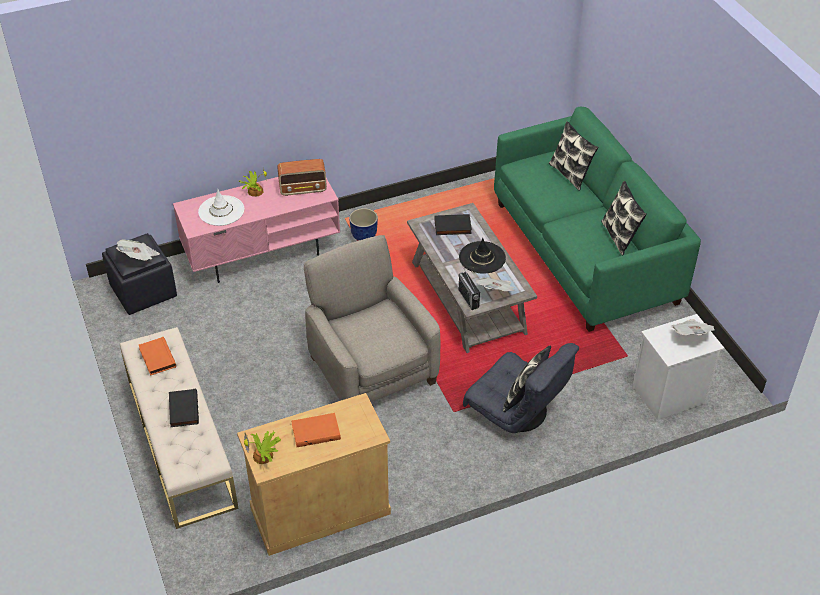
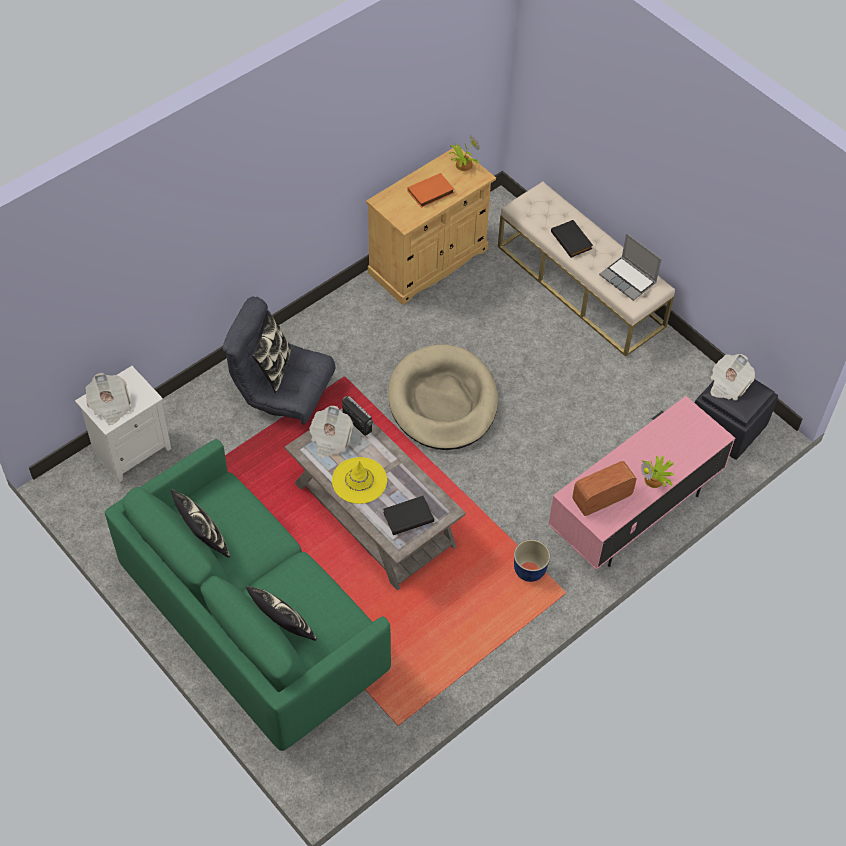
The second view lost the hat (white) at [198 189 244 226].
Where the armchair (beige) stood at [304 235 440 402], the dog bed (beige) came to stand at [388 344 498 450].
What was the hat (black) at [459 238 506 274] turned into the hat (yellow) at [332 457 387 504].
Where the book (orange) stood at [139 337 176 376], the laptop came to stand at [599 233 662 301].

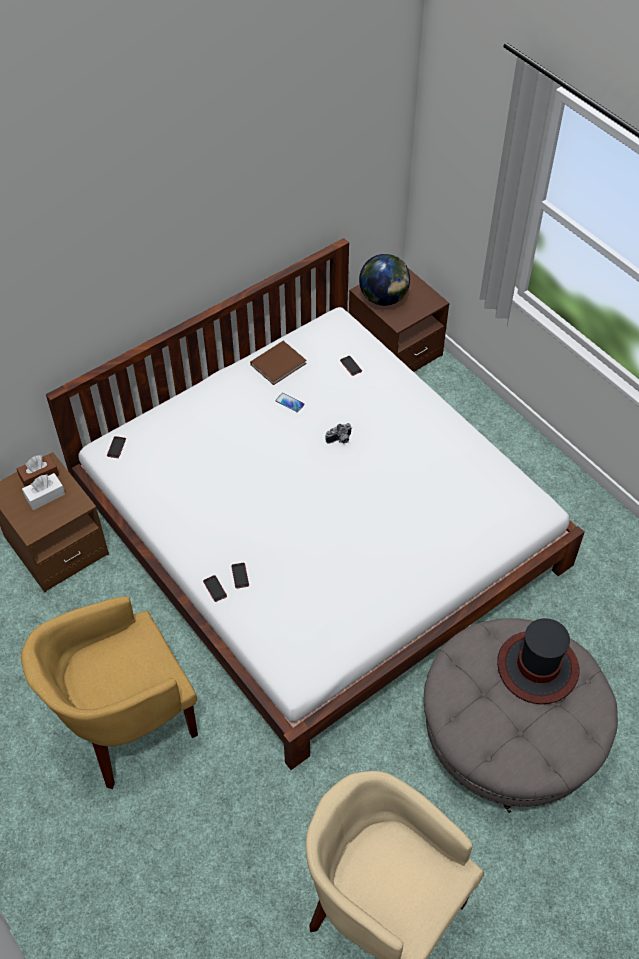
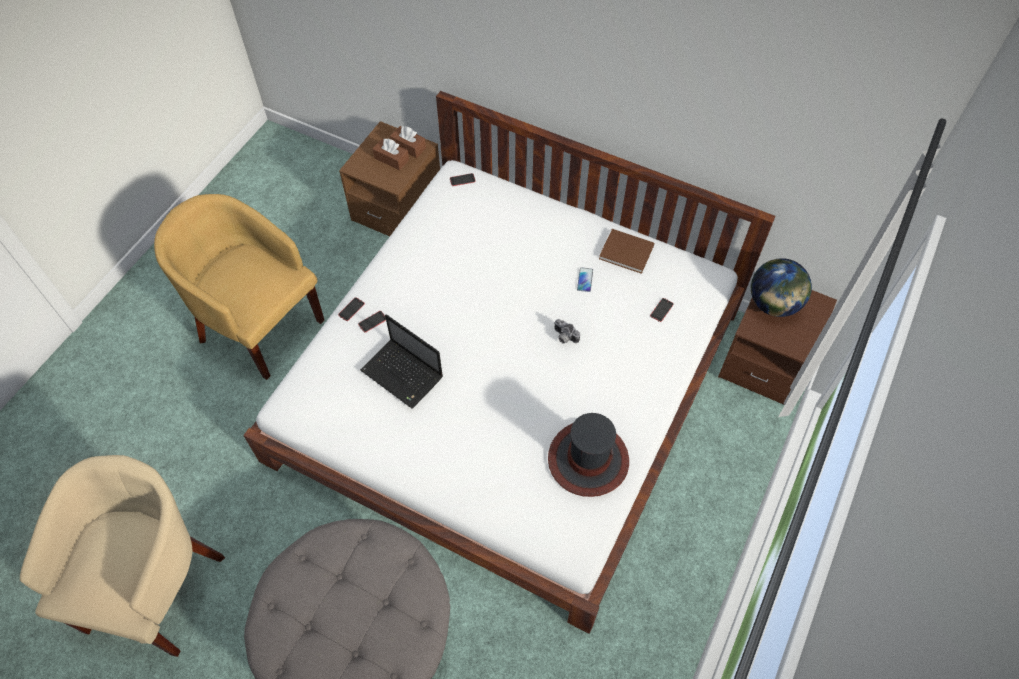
What was the tissue box (white) at [22 473 65 510] turned into the tissue box (brown) at [373 138 409 170].
The hat ended up elsewhere, having gone from [497 618 580 704] to [548 413 629 497].
The second view gained the laptop at [360 314 443 409].

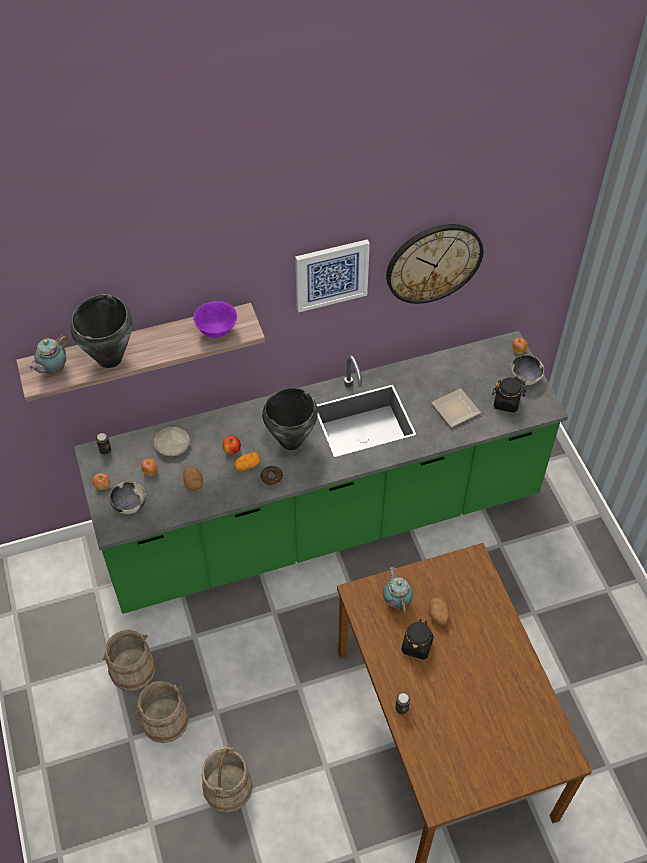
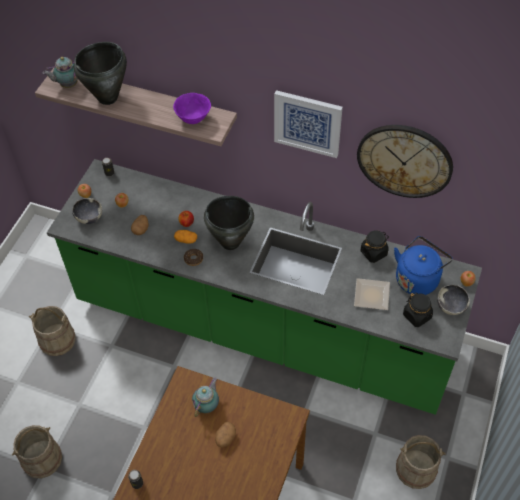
The second view lost the plate (beige) at [154 427 190 456].
The jar (black) ended up elsewhere, having gone from [401 619 434 660] to [360 230 389 263].
The bucket (beige) ended up elsewhere, having gone from [135 681 189 743] to [396 435 446 489].
The second view gained the kettle (blue) at [394 236 453 295].

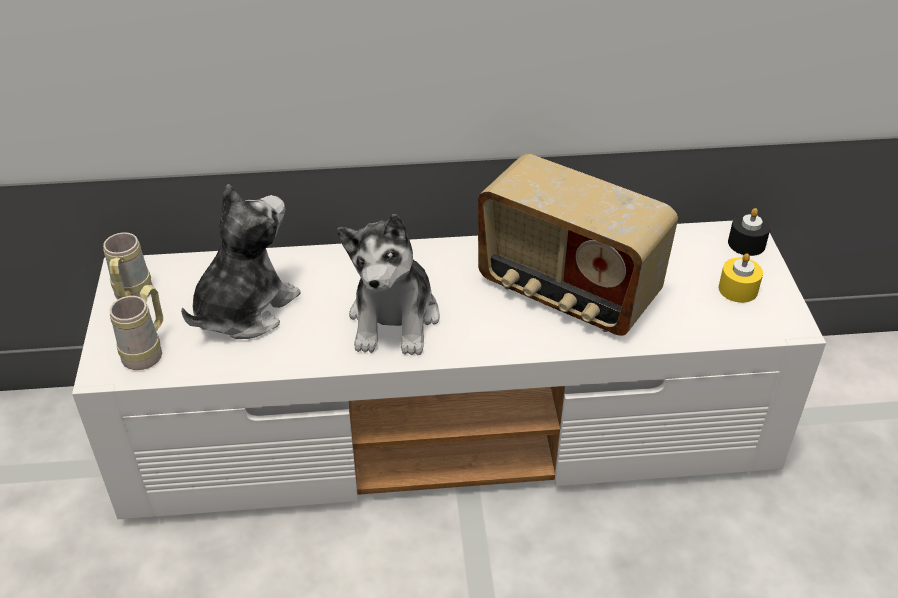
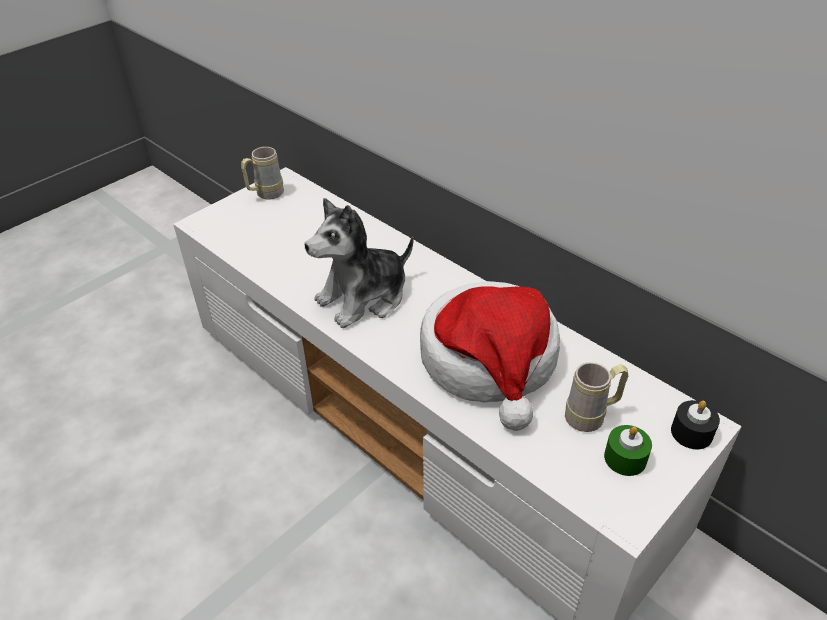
Where the radio stood at [478 154 678 336], the hat came to stand at [420 281 560 431].
The second view lost the plush toy at [181 184 301 339].
What was the candle (yellow) at [719 253 763 303] turned into the candle (green) at [604 425 652 476].
The mug (beige) ended up elsewhere, having gone from [110 285 163 370] to [565 362 628 432].

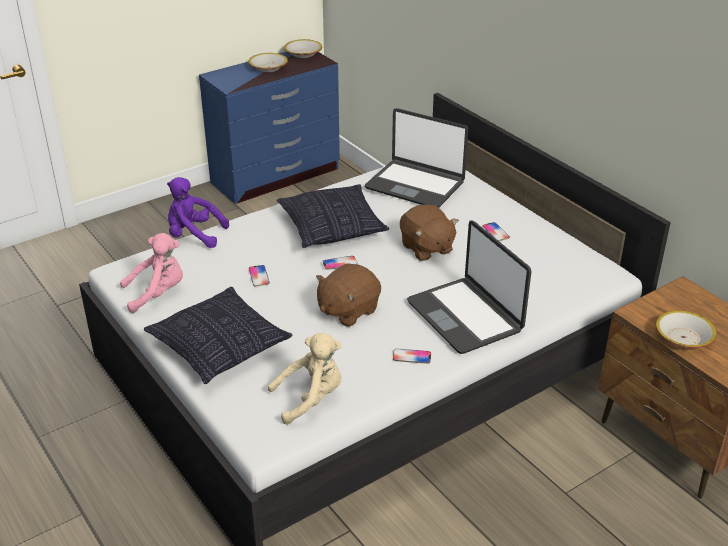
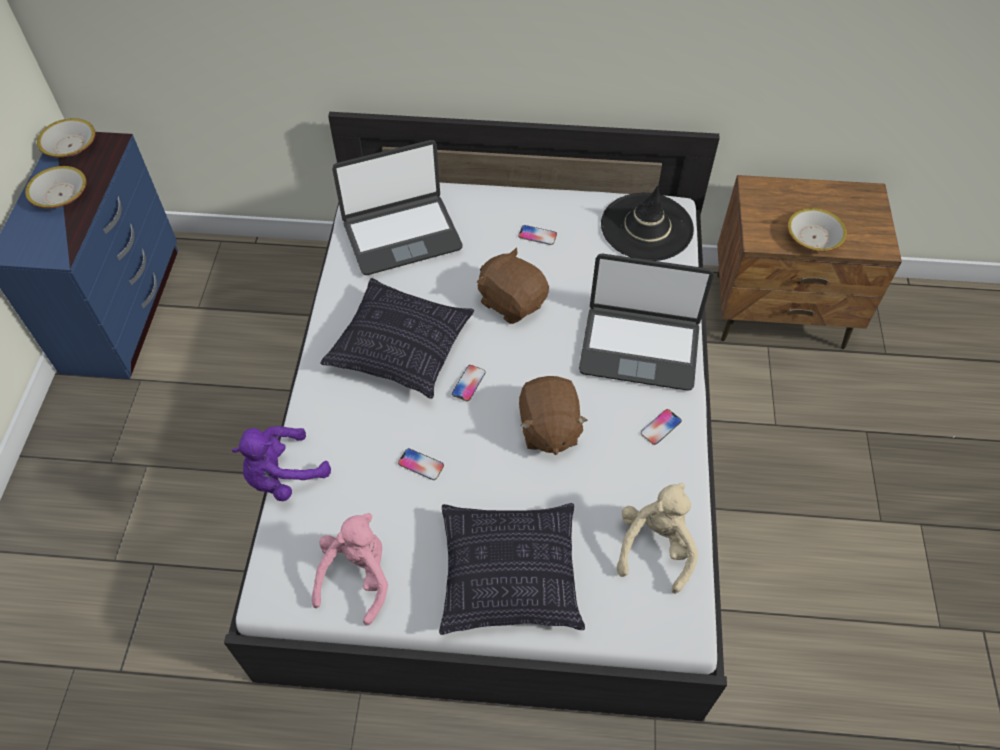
The plush toy (brown) at [400 205 459 261] ended up facing another way, 150 degrees counterclockwise from before.
The second view gained the hat (black) at [601 185 694 261].

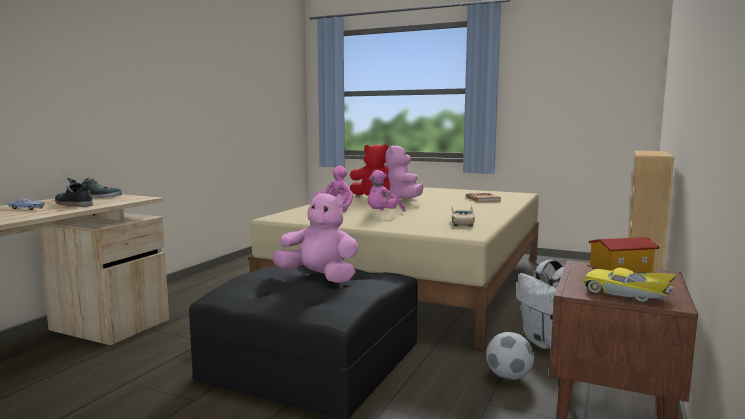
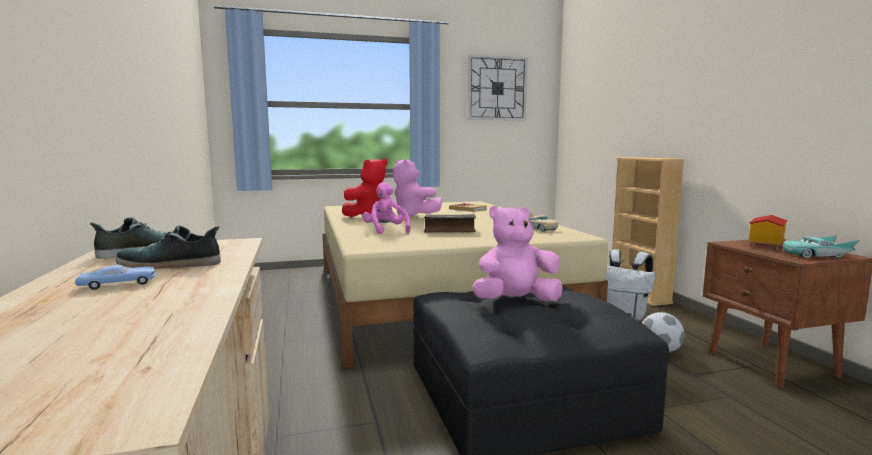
Where the plush toy (pink) stood at [368 170 406 212], the book came to stand at [424 214 476 232].
What was the toy car (yellow) at [584 268 677 302] turned into the toy car (turquoise) at [783 235 860 258].
The second view gained the wall clock at [468 55 527 120].

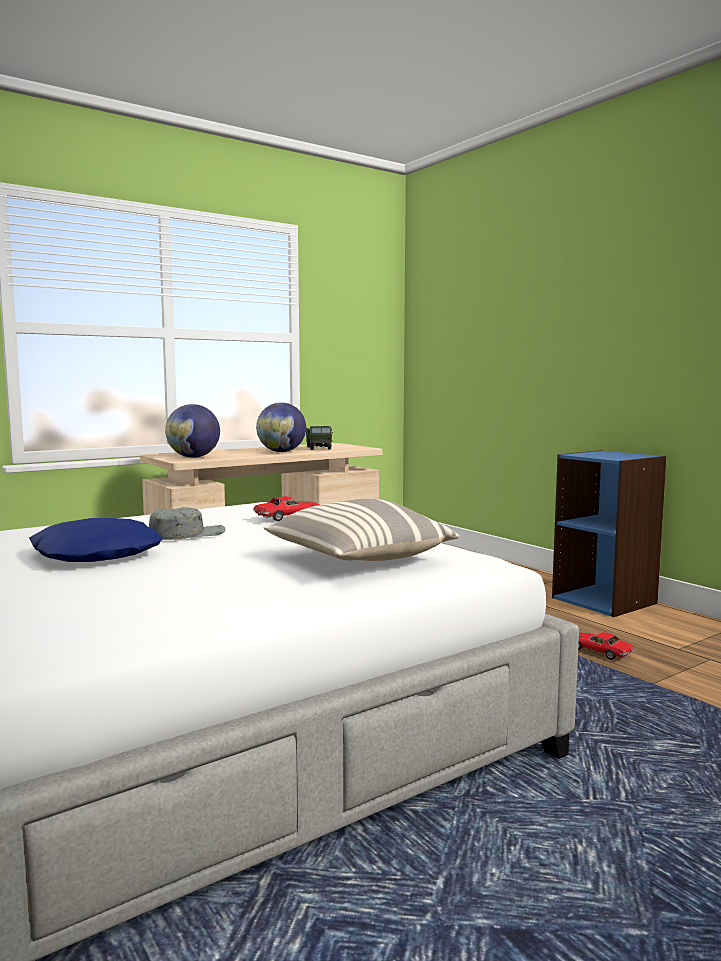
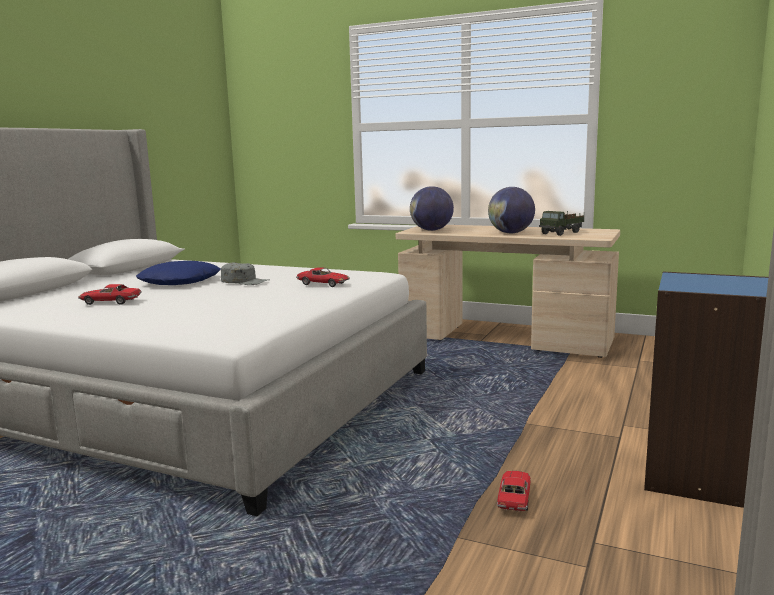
The second view lost the pillow at [264 498 459 561].
The second view gained the toy car at [78 284 142 305].

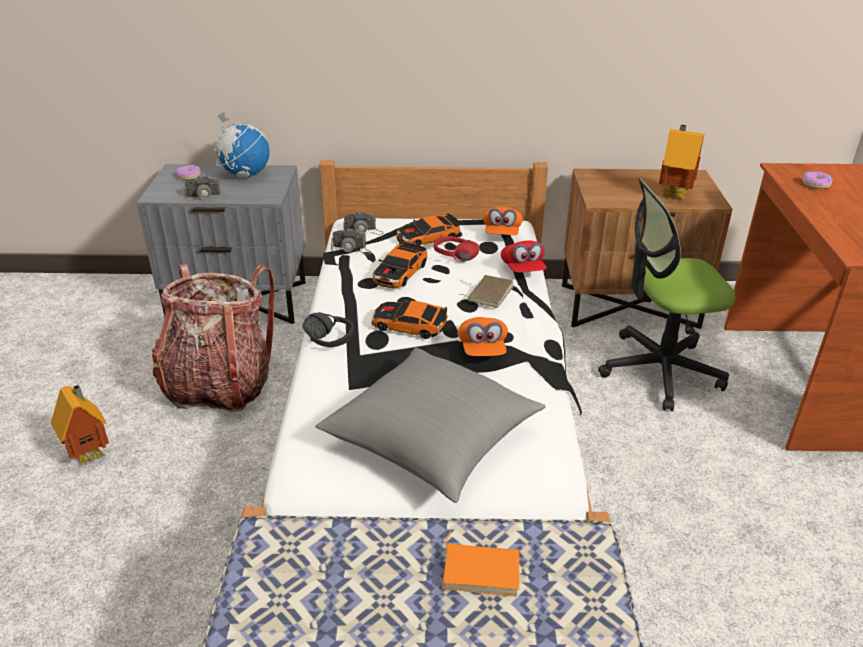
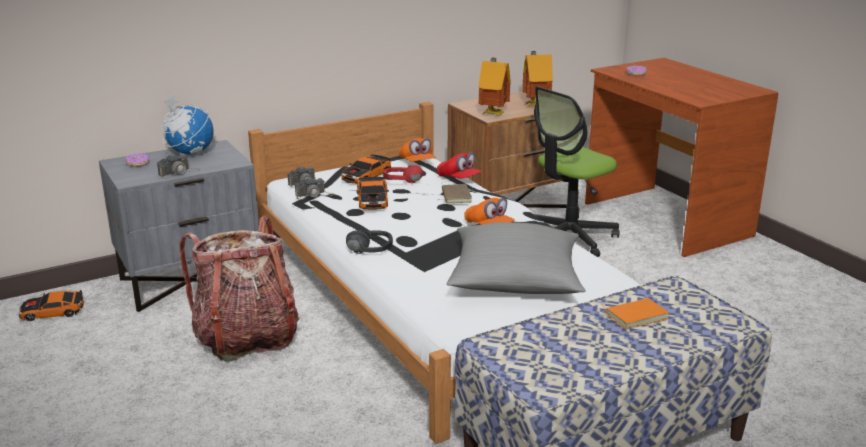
The toy car ended up elsewhere, having gone from [371 299 448 339] to [19 290 84 321].
The toy house ended up elsewhere, having gone from [51 385 109 465] to [478 58 511 116].

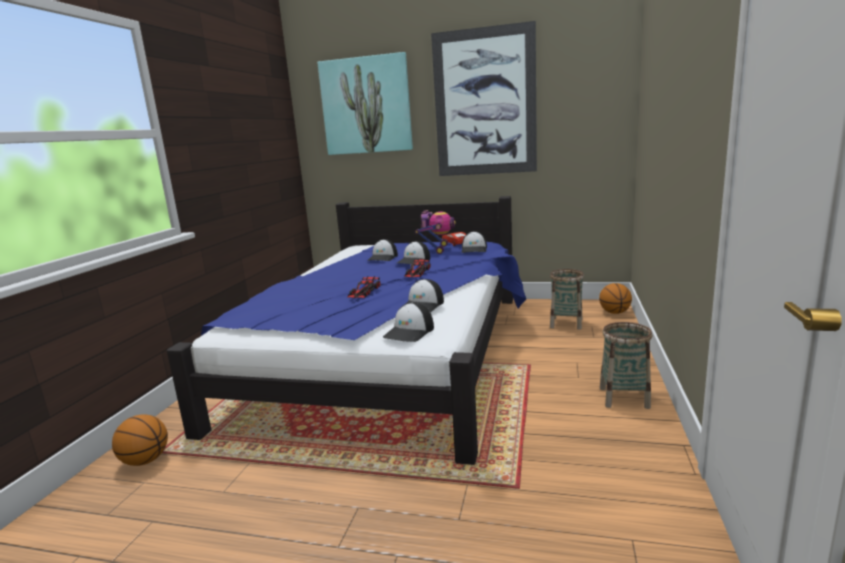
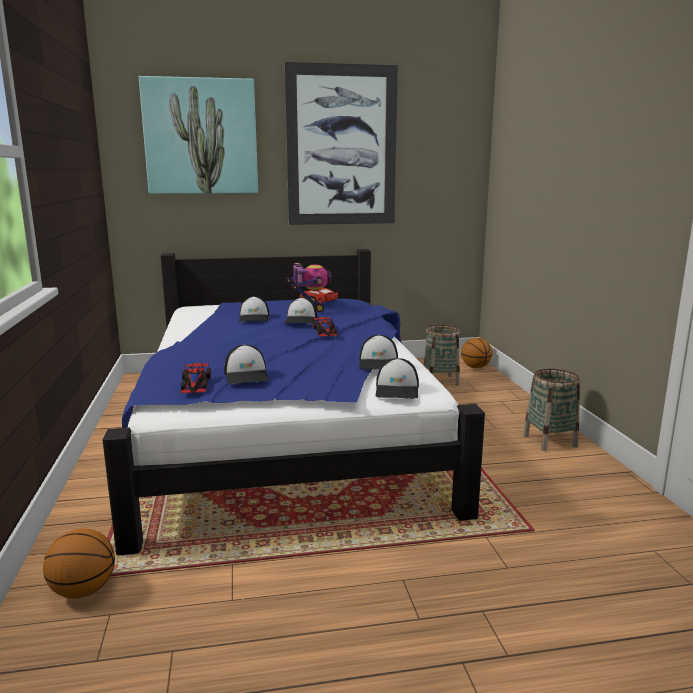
The cap ended up elsewhere, having gone from [461 231 487 253] to [224 345 269 384].
The toy car ended up elsewhere, having gone from [348 276 381 298] to [180 362 211 393].

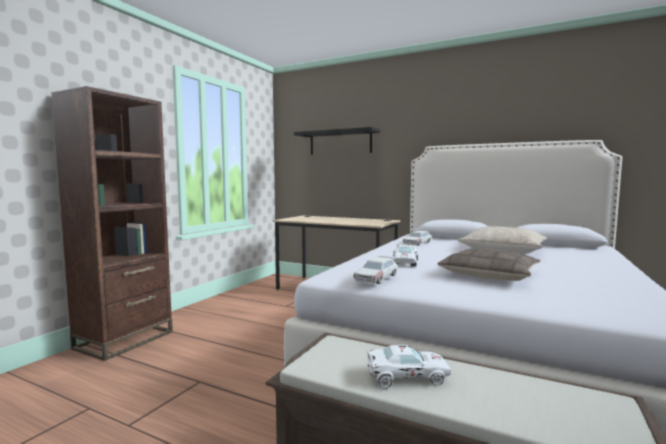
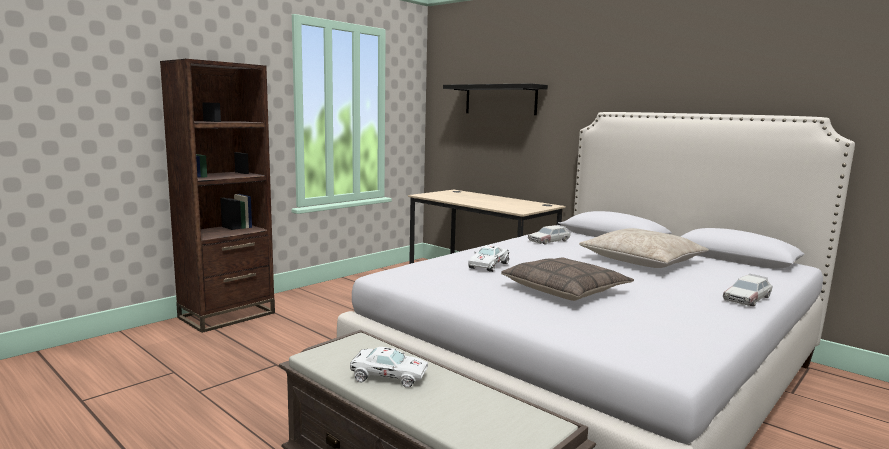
The toy car ended up elsewhere, having gone from [353 256 398 284] to [723 274 772 306].

